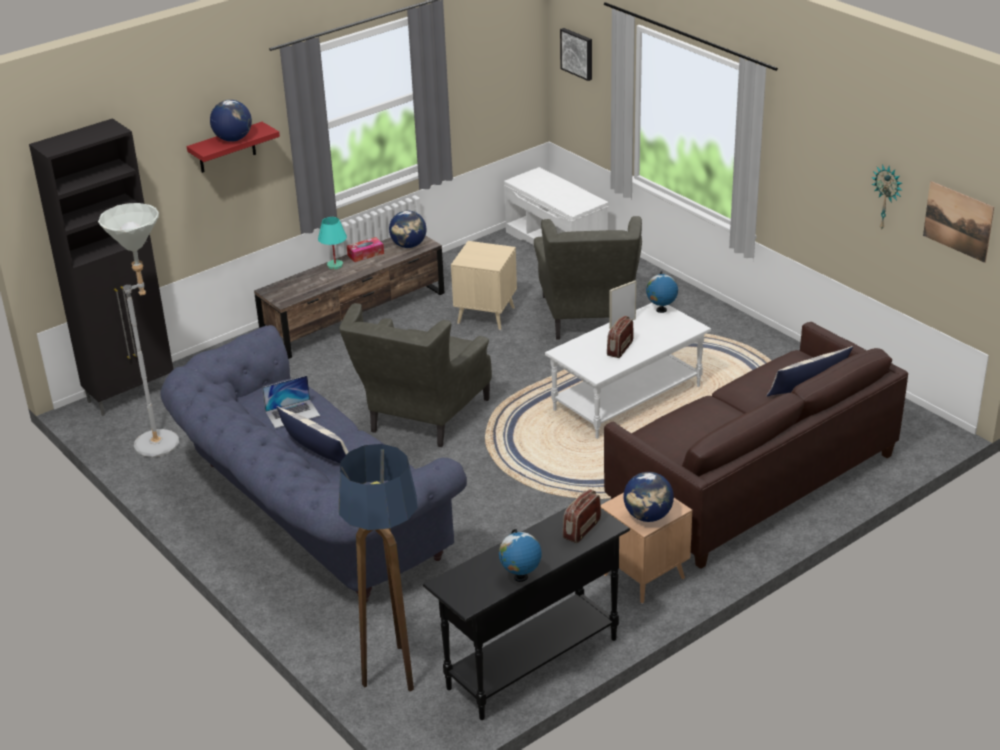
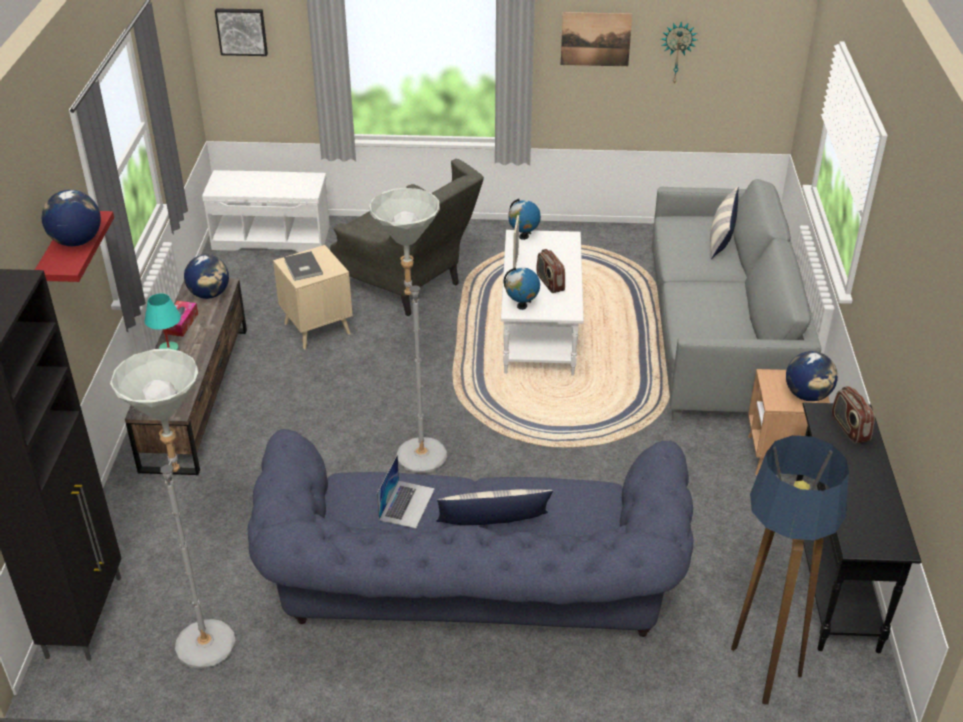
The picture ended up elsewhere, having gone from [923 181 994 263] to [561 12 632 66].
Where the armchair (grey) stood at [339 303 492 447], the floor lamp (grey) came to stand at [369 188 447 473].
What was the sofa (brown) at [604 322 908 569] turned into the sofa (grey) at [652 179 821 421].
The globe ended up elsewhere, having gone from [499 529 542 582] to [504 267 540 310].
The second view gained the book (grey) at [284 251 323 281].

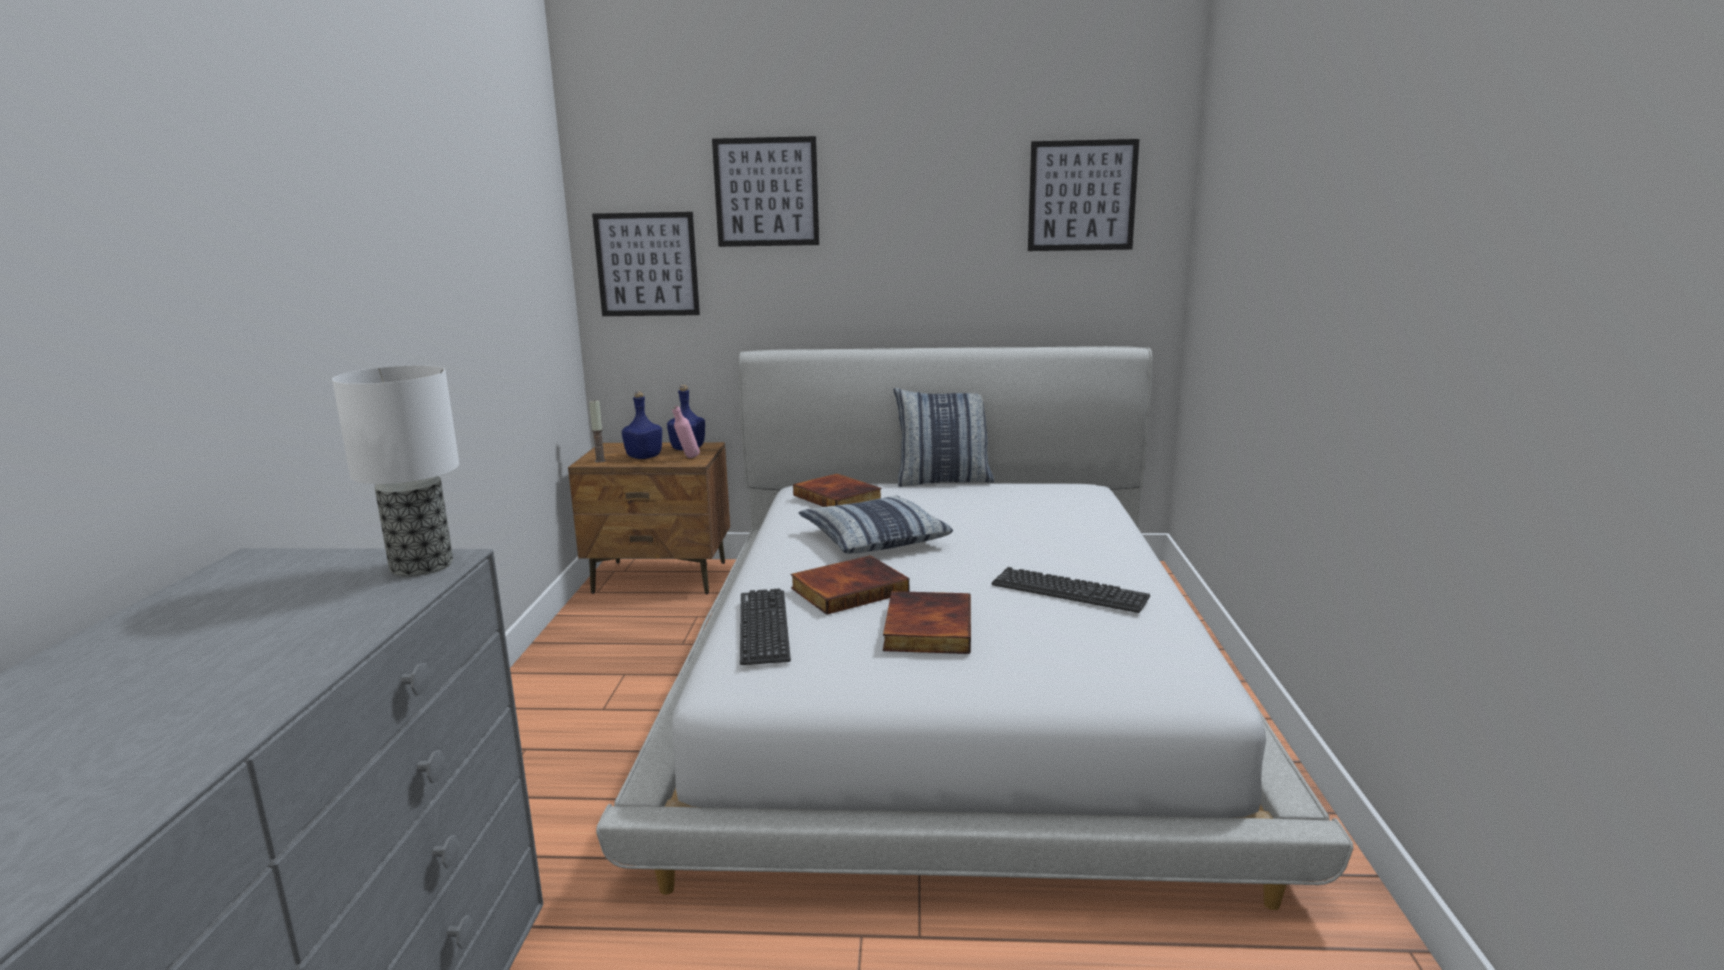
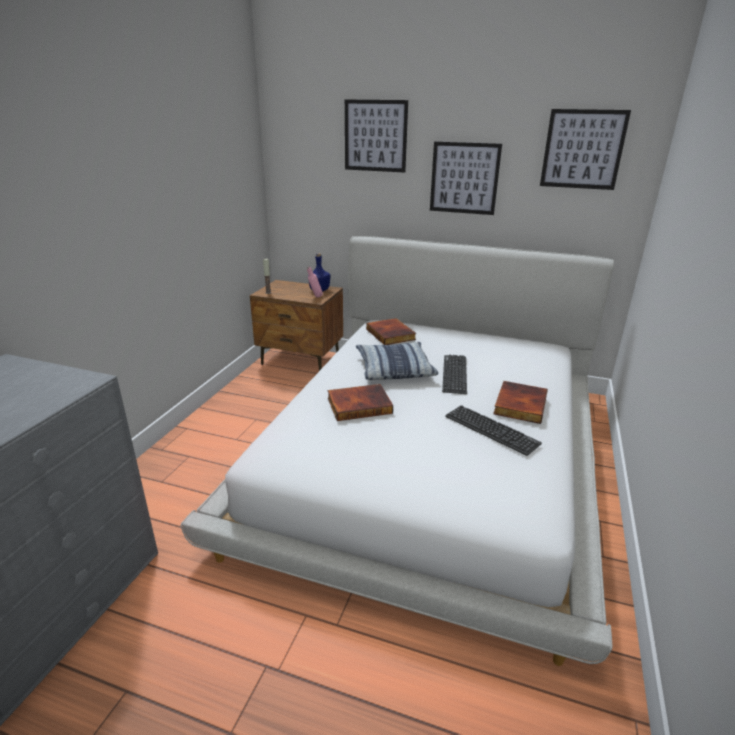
The picture ended up elsewhere, having gone from [592 212 700 316] to [430 142 502 215].
The second view lost the table lamp at [332 365 459 576].
The second view lost the pillow at [894 388 994 487].
The second view lost the bottle (blue) at [622 391 662 459].
The keyboard ended up elsewhere, having gone from [740 589 791 665] to [442 355 467 394].
The book ended up elsewhere, having gone from [883 591 971 654] to [493 381 548 424].

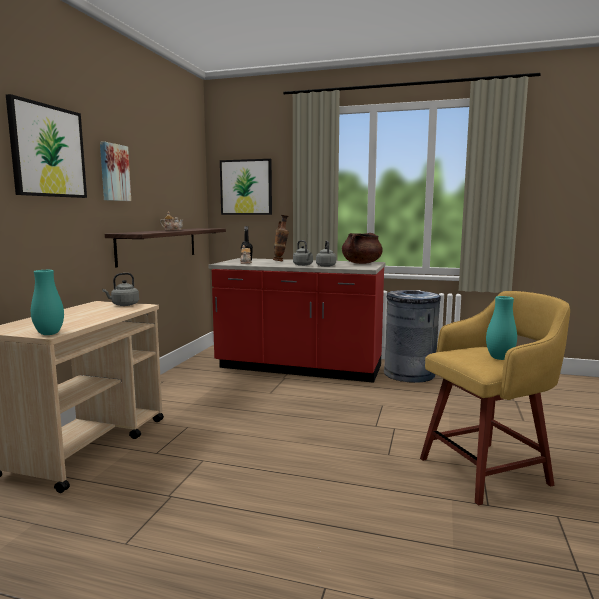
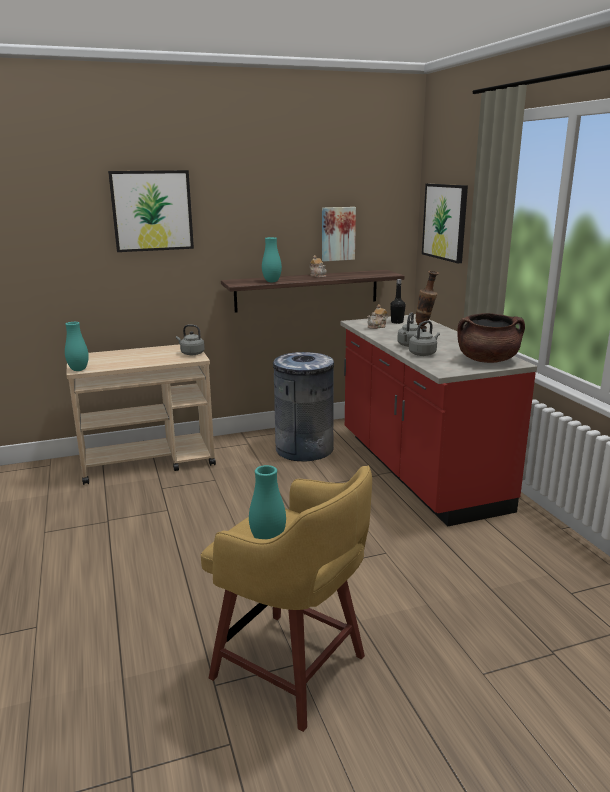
The picture ended up elsewhere, having gone from [100 141 131 201] to [322 207 356 261].
The trash can (grey) ended up elsewhere, having gone from [384 290 441 383] to [272 352 334 461].
The second view gained the vase (turquoise) at [262 237 282 282].

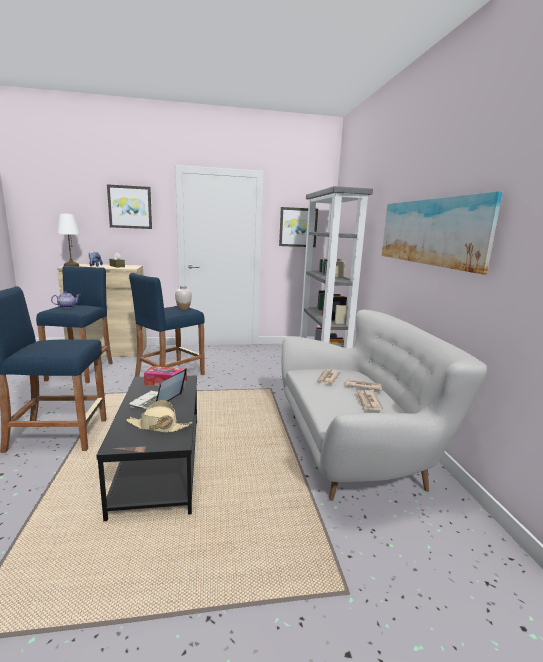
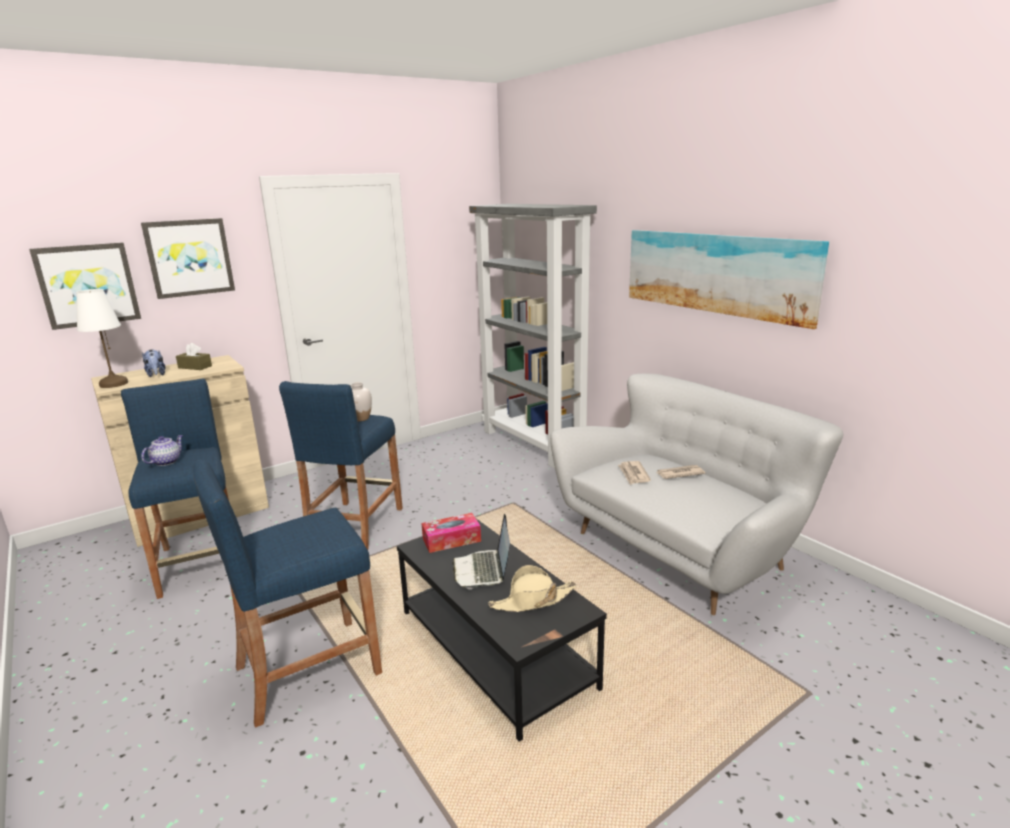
The picture ended up elsewhere, having gone from [279 207 318 247] to [29 243 141 330].
The second view lost the newspaper at [355 390 383 411].

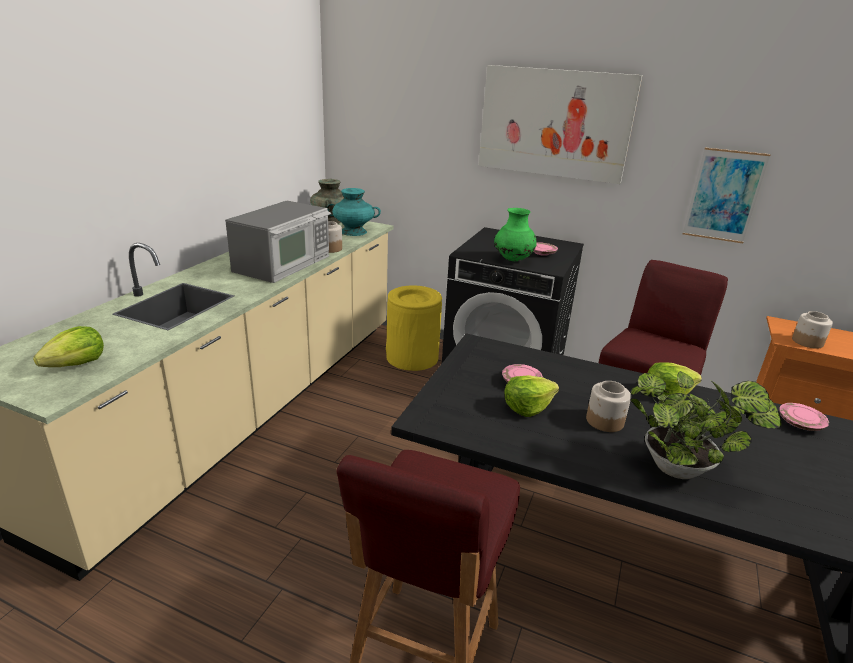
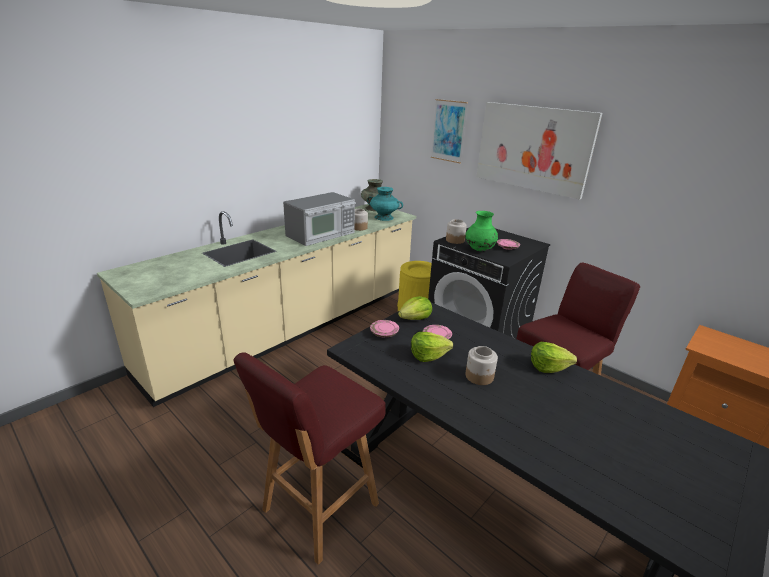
The picture ended up elsewhere, having gone from [683 147 771 243] to [431 99 468 163].
The jar ended up elsewhere, having gone from [792 311 833 349] to [446 219 467 244].
The lettuce ended up elsewhere, having gone from [33 326 104 367] to [398 296 432 320].
The second view lost the potted plant at [630 371 782 479].
The plate (pink) ended up elsewhere, having gone from [779 403 829 431] to [370 320 399 337].

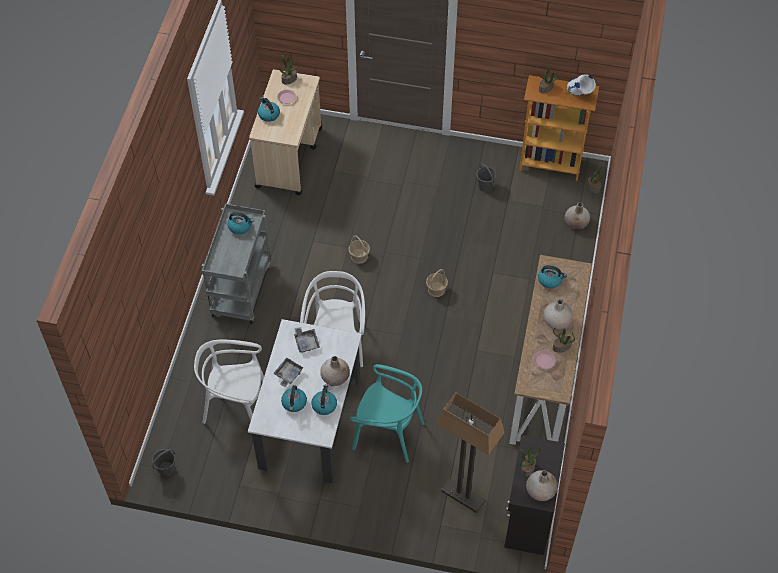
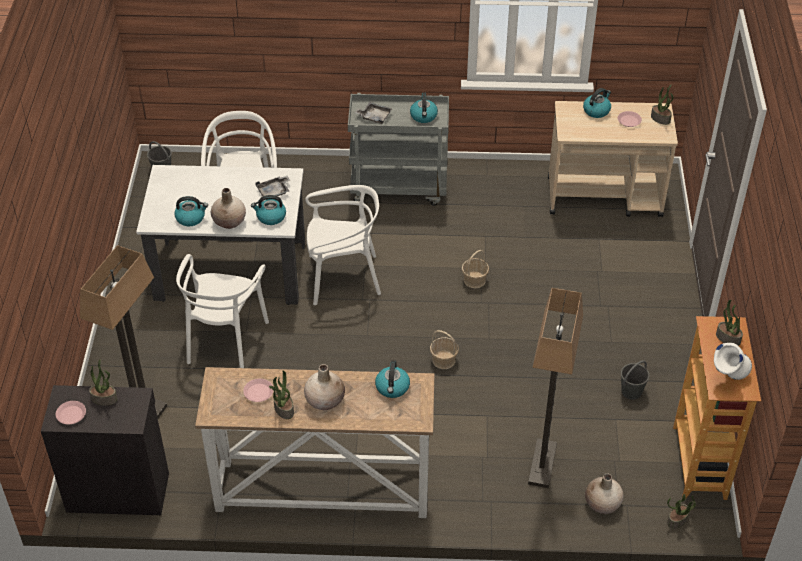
The tray (grey) ended up elsewhere, having gone from [273 358 304 387] to [355 102 392 124].
What was the chair (turquoise) at [350 364 425 463] turned into the chair (white) at [176 254 269 368].
The kettle ended up elsewhere, having gone from [281 385 307 412] to [251 195 286 225].
Where the vase (beige) stood at [526 470 558 501], the plate (pink) came to stand at [56 401 86 425].
The second view gained the floor lamp at [528 288 583 488].

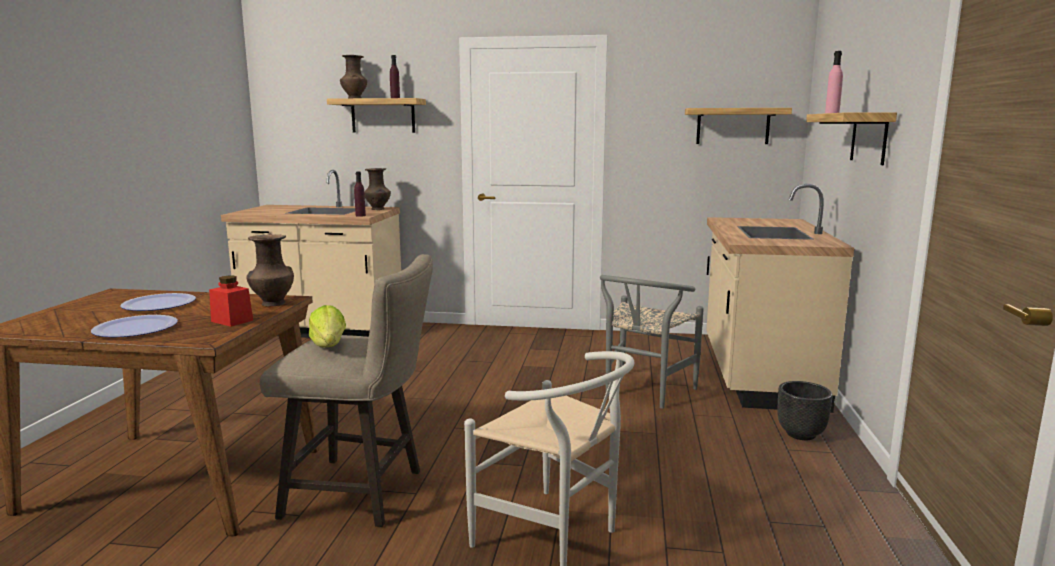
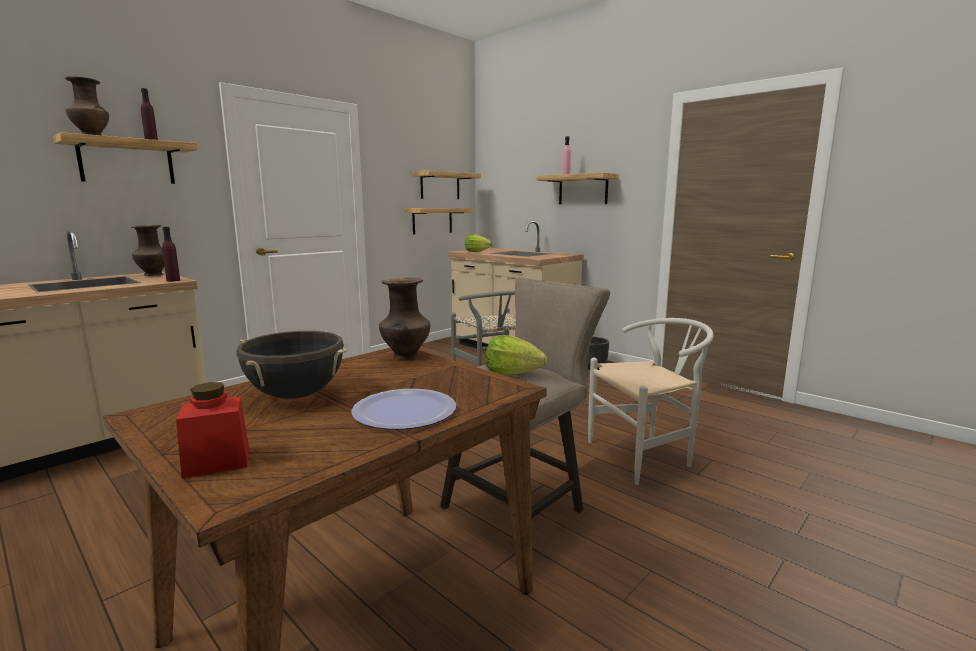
The jar (red) ended up elsewhere, having gone from [209 275 253 327] to [176 382 249 478].
Where the plate stood at [120 293 196 311], the cooking pot (black) came to stand at [237 330 347 399].
The second view gained the shelf at [404 208 474 235].
The second view gained the lettuce at [465 234 492 252].

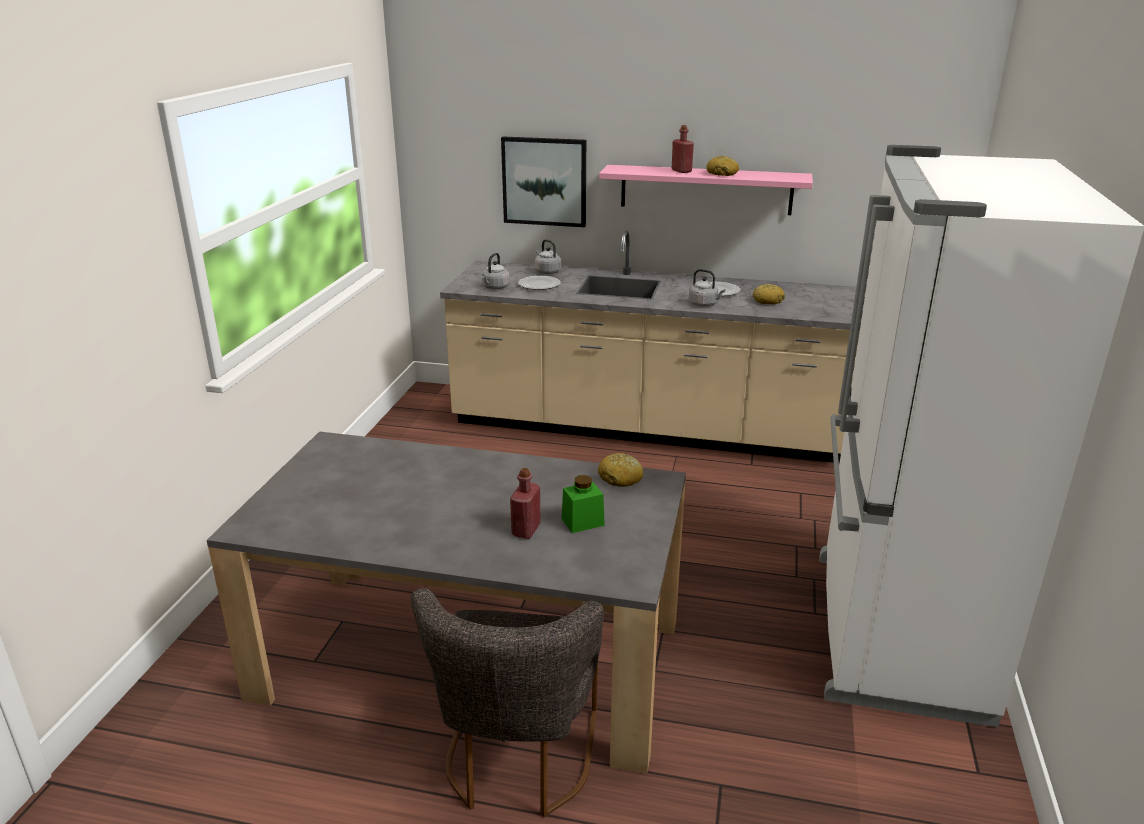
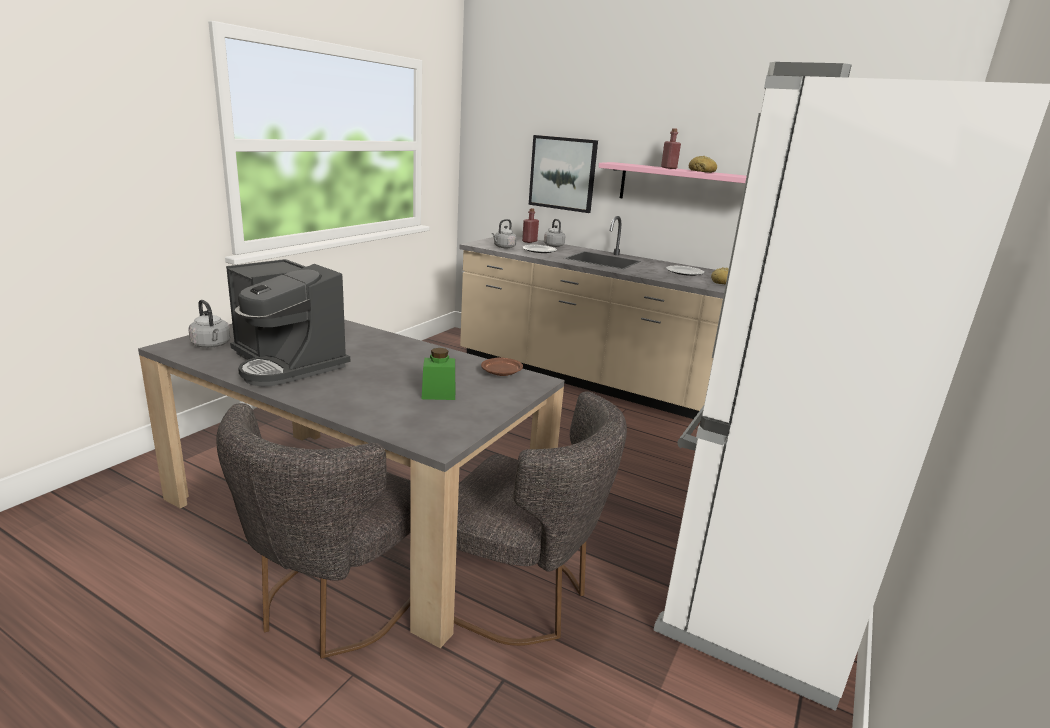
The kettle (grey) ended up elsewhere, having gone from [689 269 725 306] to [188 300 231 348].
Where the bread stood at [598 453 643 487], the plate (brown) came to stand at [481 357 523 376].
The bottle (red) ended up elsewhere, having gone from [510 468 541 539] to [522 208 539 243].
The second view gained the coffee machine at [226 259 350 386].
The second view gained the chair (grey) at [454 391 627 646].

